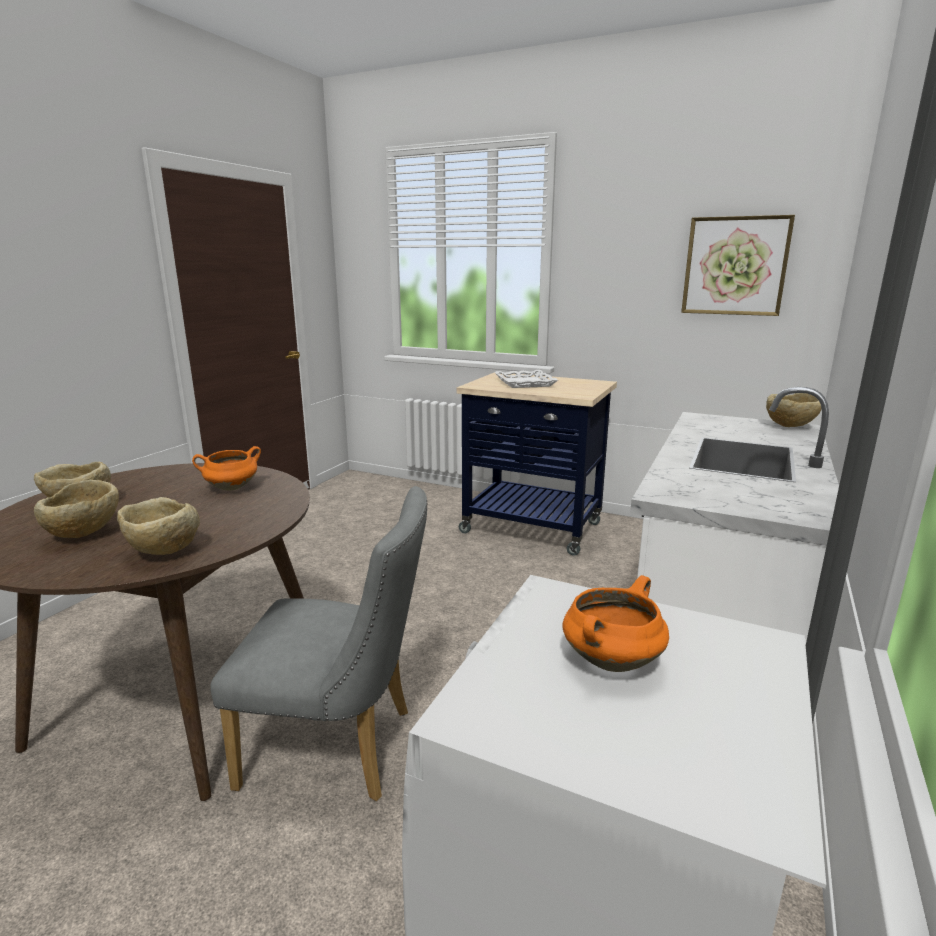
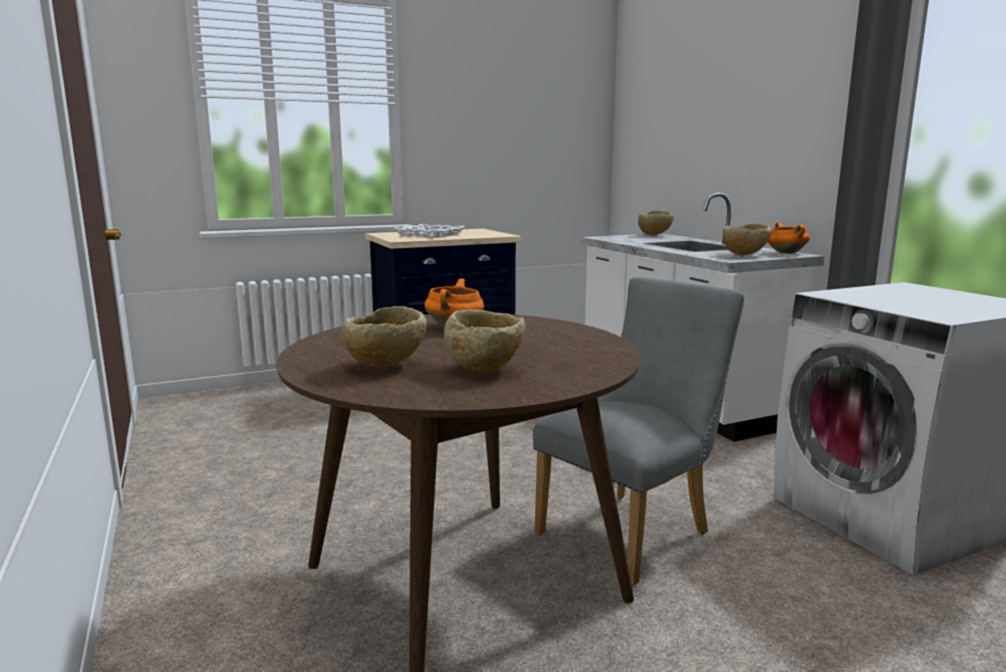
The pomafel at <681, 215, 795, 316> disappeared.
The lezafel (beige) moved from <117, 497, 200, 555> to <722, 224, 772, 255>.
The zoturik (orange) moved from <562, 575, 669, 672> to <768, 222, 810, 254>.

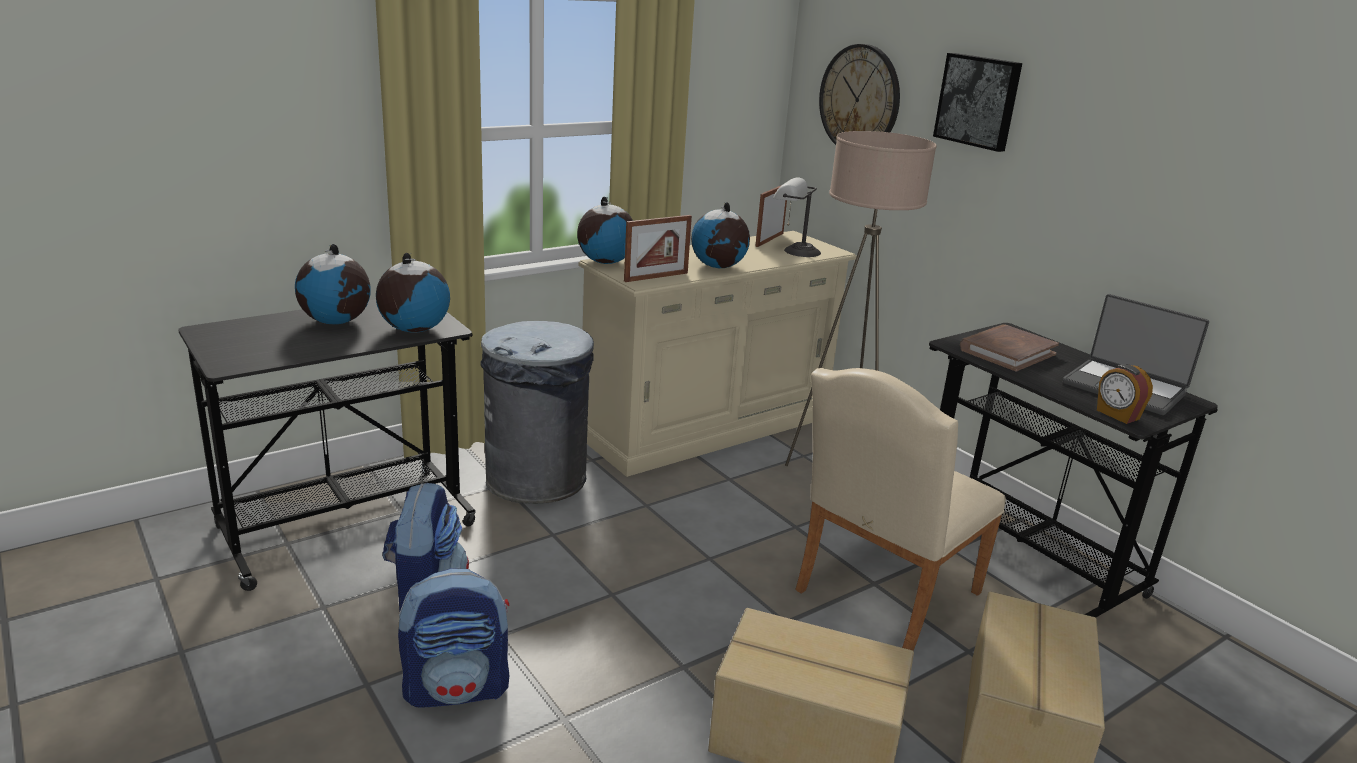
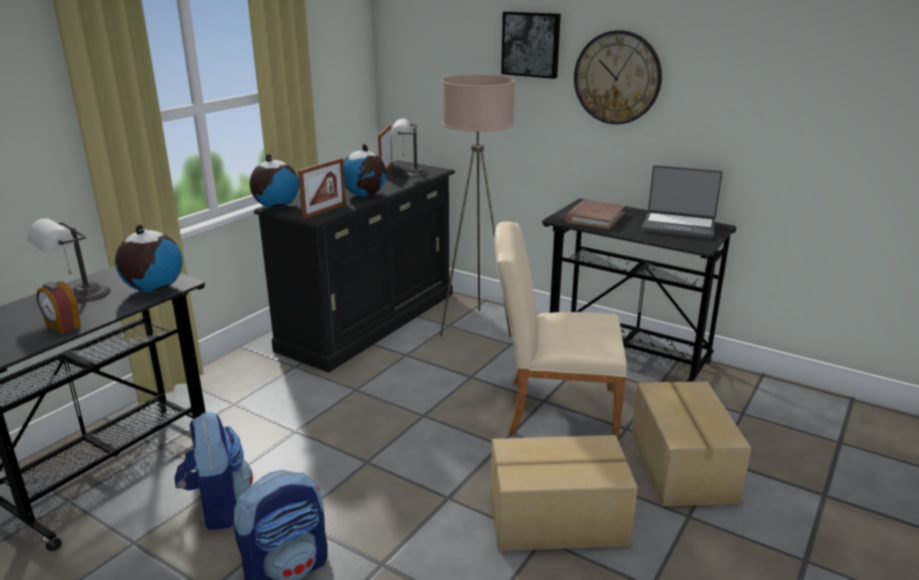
The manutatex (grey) at <480, 321, 594, 504> disappeared.
The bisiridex moved from <819, 44, 900, 145> to <574, 30, 662, 124>.
The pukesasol moved from <1097, 364, 1153, 424> to <36, 281, 81, 333>.
The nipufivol at <295, 244, 371, 325> was replaced by the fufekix at <27, 218, 111, 303>.
The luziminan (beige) at <578, 231, 857, 477> became the luziminan (black) at <254, 160, 455, 373>.
The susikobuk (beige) at <795, 368, 1006, 651> turned 75 degrees clockwise.

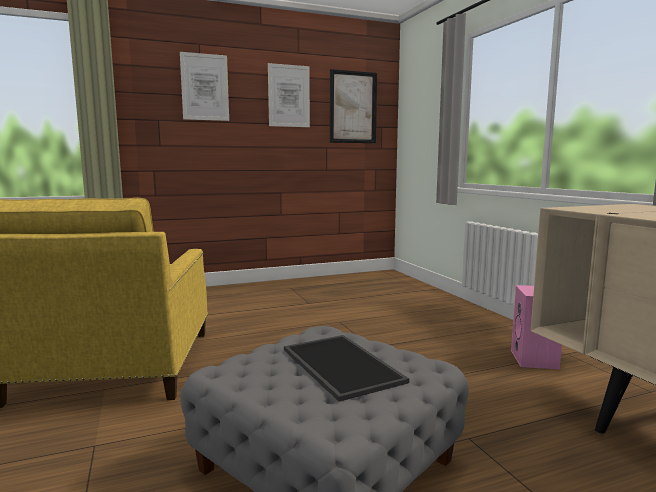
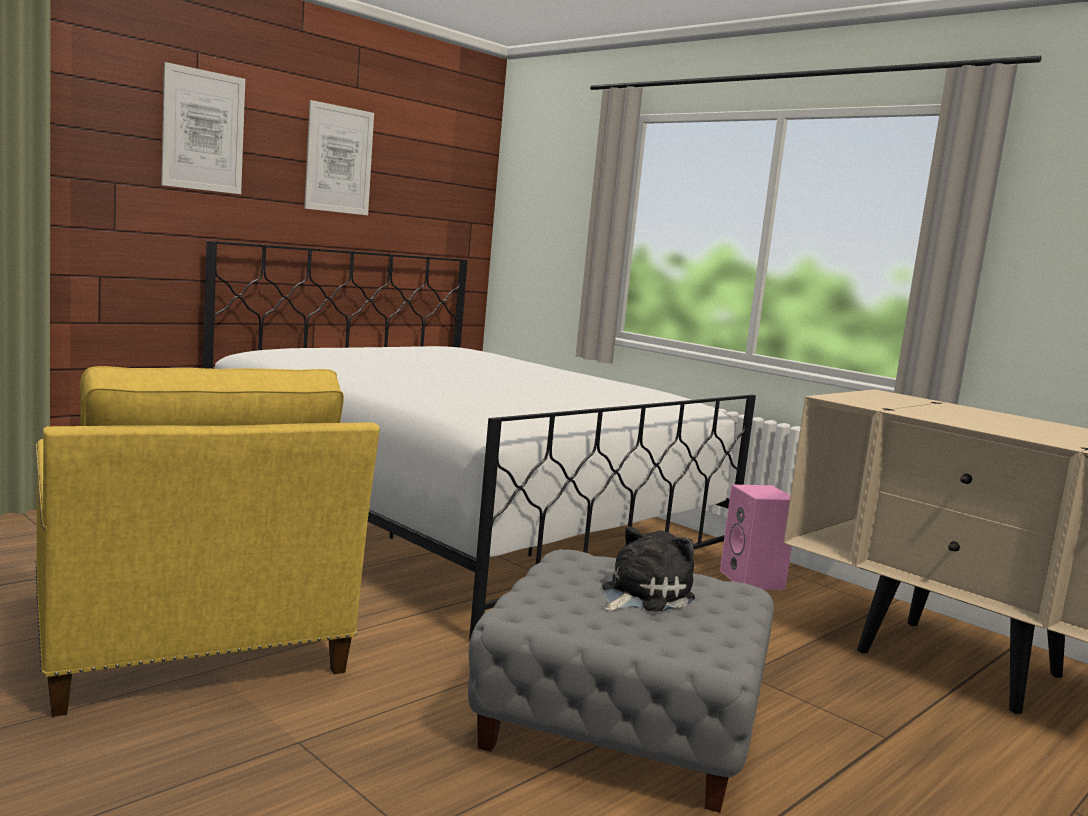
The pomafel at <330, 69, 377, 143> disappeared.
The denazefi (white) at <203, 241, 756, 642> appeared.
The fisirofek at <284, 335, 409, 402> was replaced by the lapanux at <602, 526, 695, 612>.

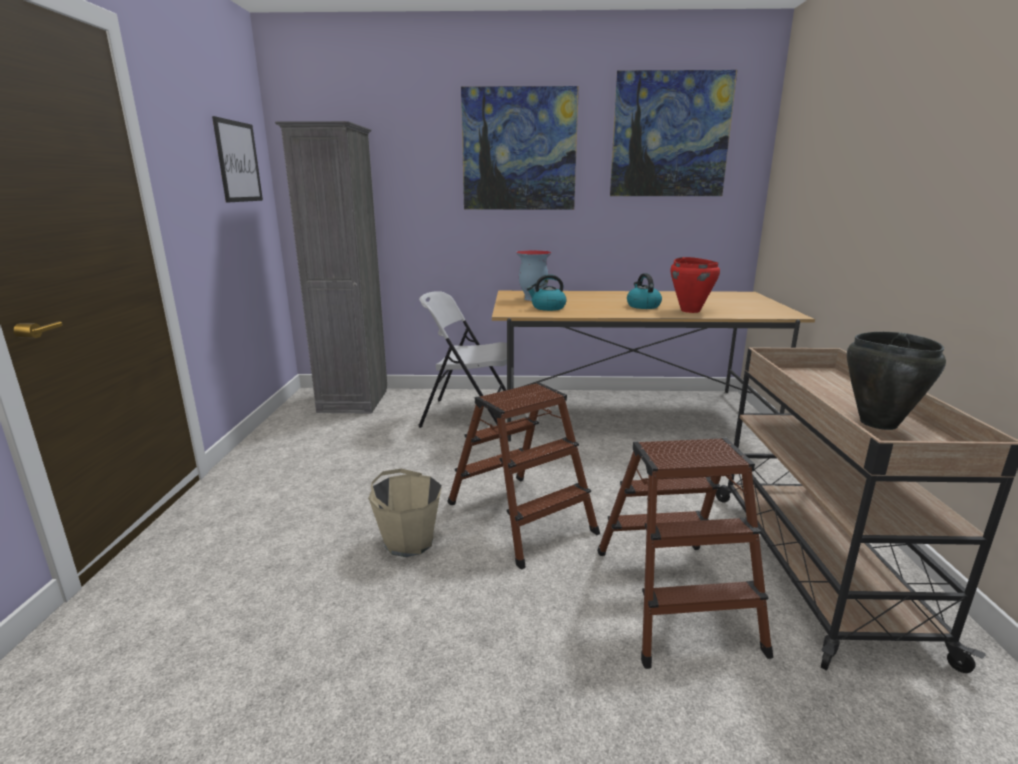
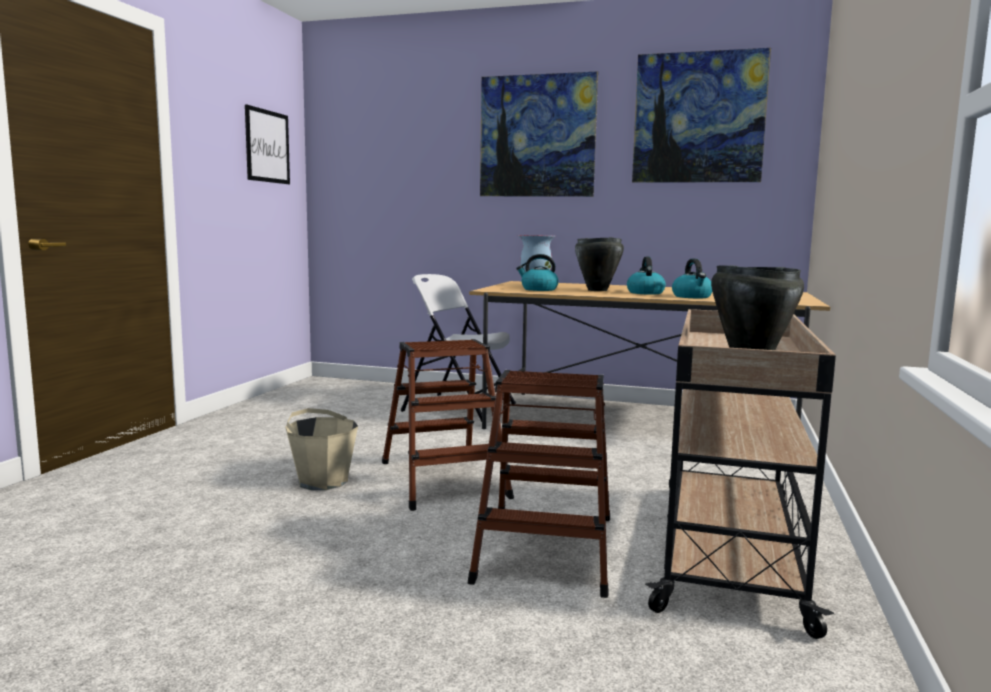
The luziminan (grey) at <275, 121, 387, 414> disappeared.
The zoturik (black) at <575, 237, 624, 291> appeared.
The zoturik (red) at <670, 257, 720, 313> was replaced by the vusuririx at <672, 259, 712, 298>.

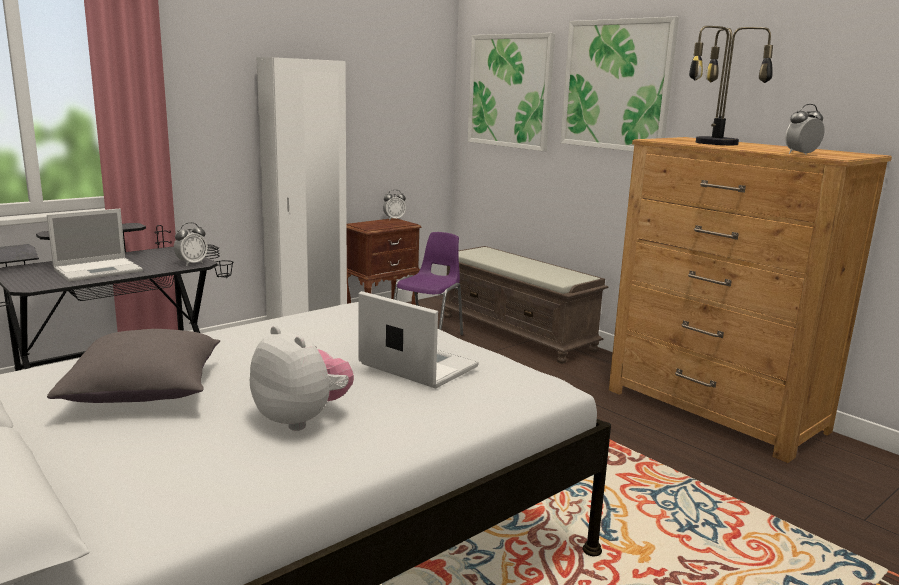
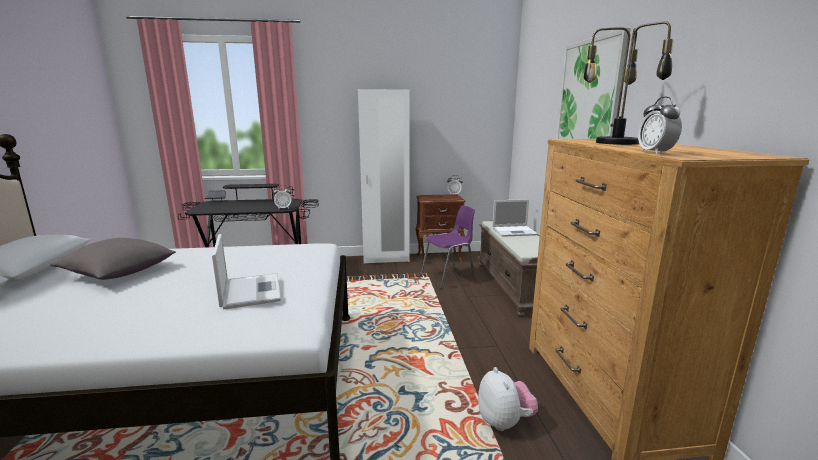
The pomafel at <468, 33, 555, 151> disappeared.
The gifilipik moved from <47, 209, 143, 282> to <492, 199, 538, 237>.
The lapanux moved from <250, 326, 354, 431> to <478, 367, 538, 431>.
The pukesasol at <785, 104, 825, 155> turned 105 degrees counterclockwise.

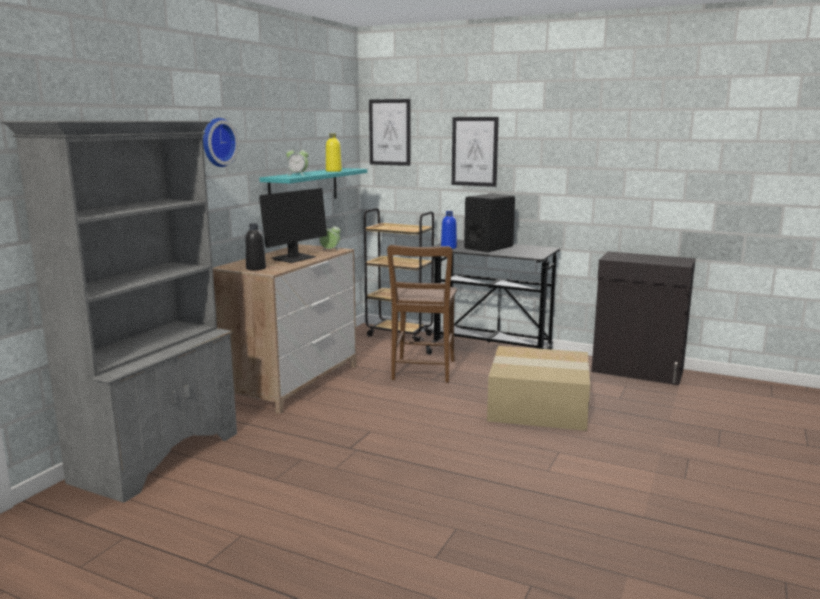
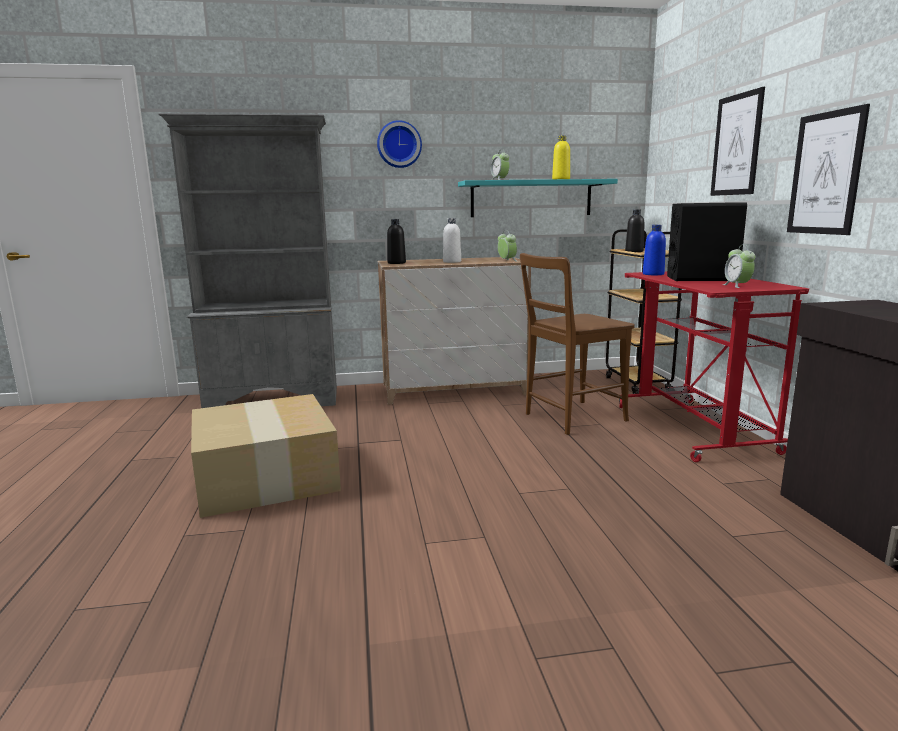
The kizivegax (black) at <625, 209, 644, 252> appeared.
The pukesasol at <723, 245, 755, 288> appeared.
The pomafel moved from <369, 99, 410, 166> to <787, 104, 870, 235>.
The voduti moved from <487, 346, 590, 431> to <191, 394, 341, 518>.
The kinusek at <259, 188, 327, 263> was replaced by the kizivegax (white) at <443, 218, 461, 263>.
The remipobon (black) at <426, 240, 560, 355> became the remipobon (red) at <619, 271, 809, 462>.

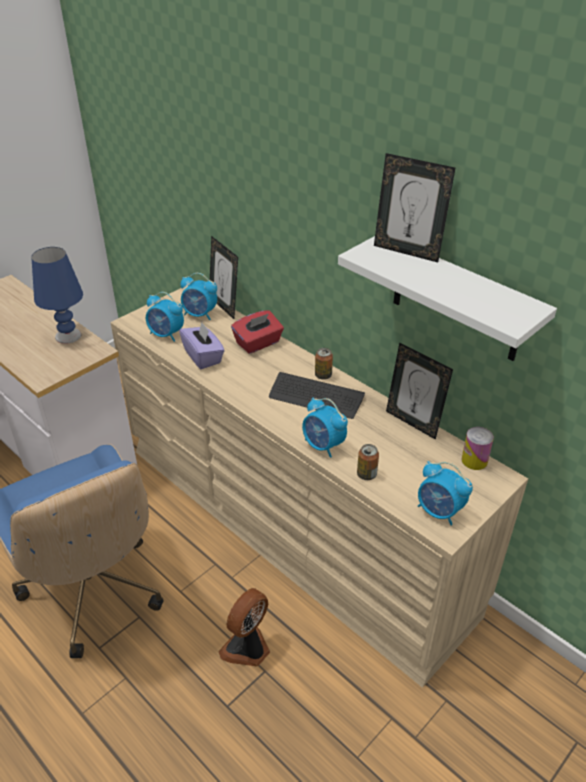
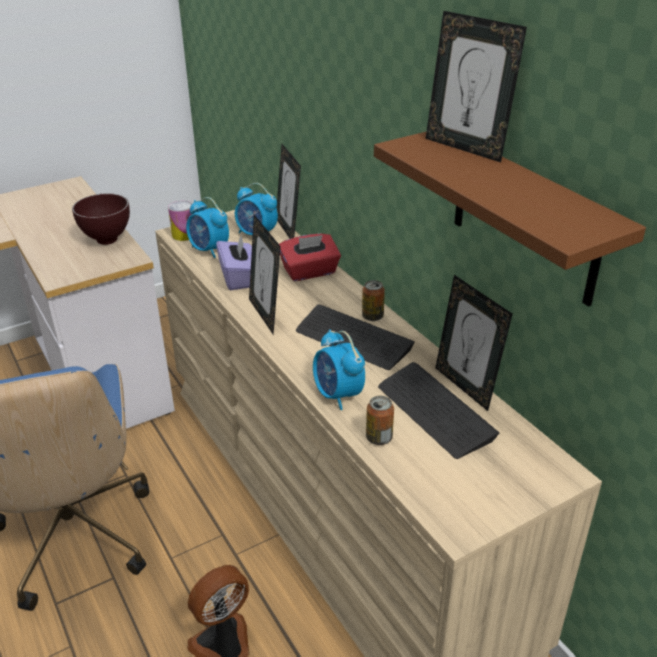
The pukesasol at <418, 461, 473, 526> disappeared.
The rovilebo at <249, 215, 280, 334> appeared.
The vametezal at <378, 362, 499, 459> appeared.
The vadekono moved from <462, 427, 494, 470> to <168, 201, 192, 241>.
The fufekix (blue) at <32, 247, 83, 344> was replaced by the lezafel (brown) at <72, 194, 130, 245>.
The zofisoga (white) at <338, 236, 557, 361> became the zofisoga (brown) at <374, 131, 646, 307>.

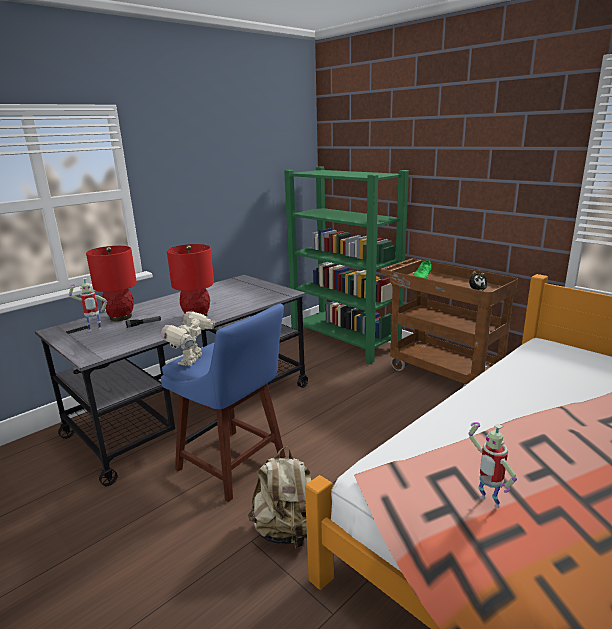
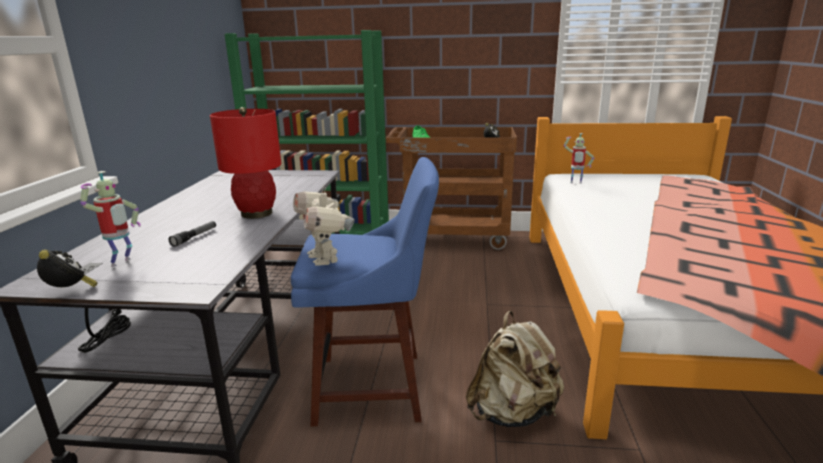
The fufekix (red) at <86, 246, 137, 321> disappeared.
The pukesasol at <37, 249, 97, 287> appeared.
The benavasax moved from <468, 422, 517, 508> to <563, 133, 594, 184>.

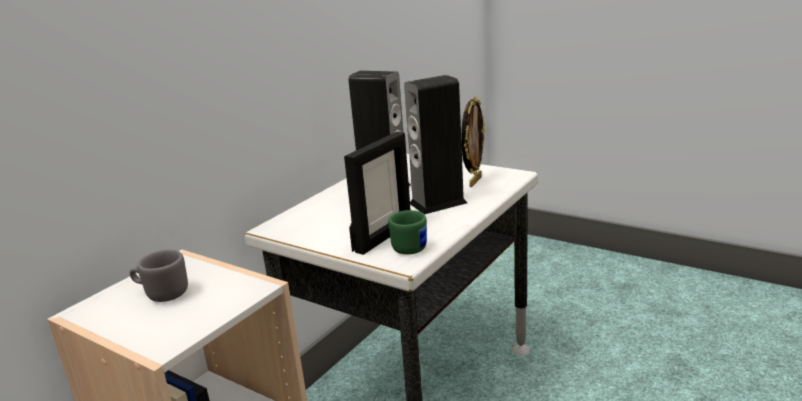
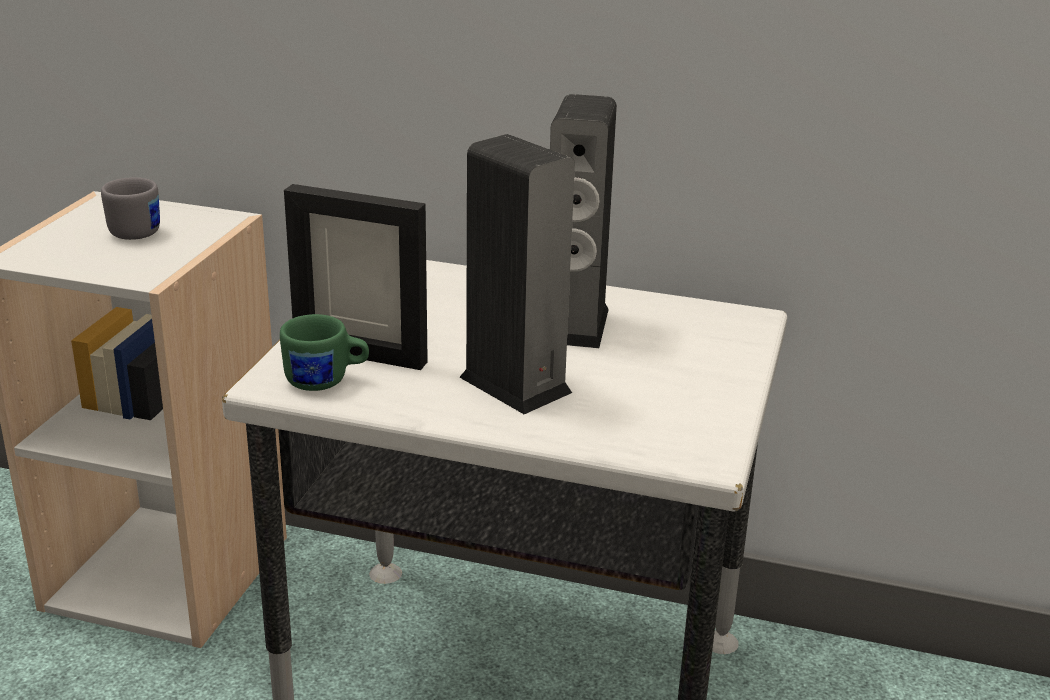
The rovilebo at <461, 96, 485, 187> disappeared.

